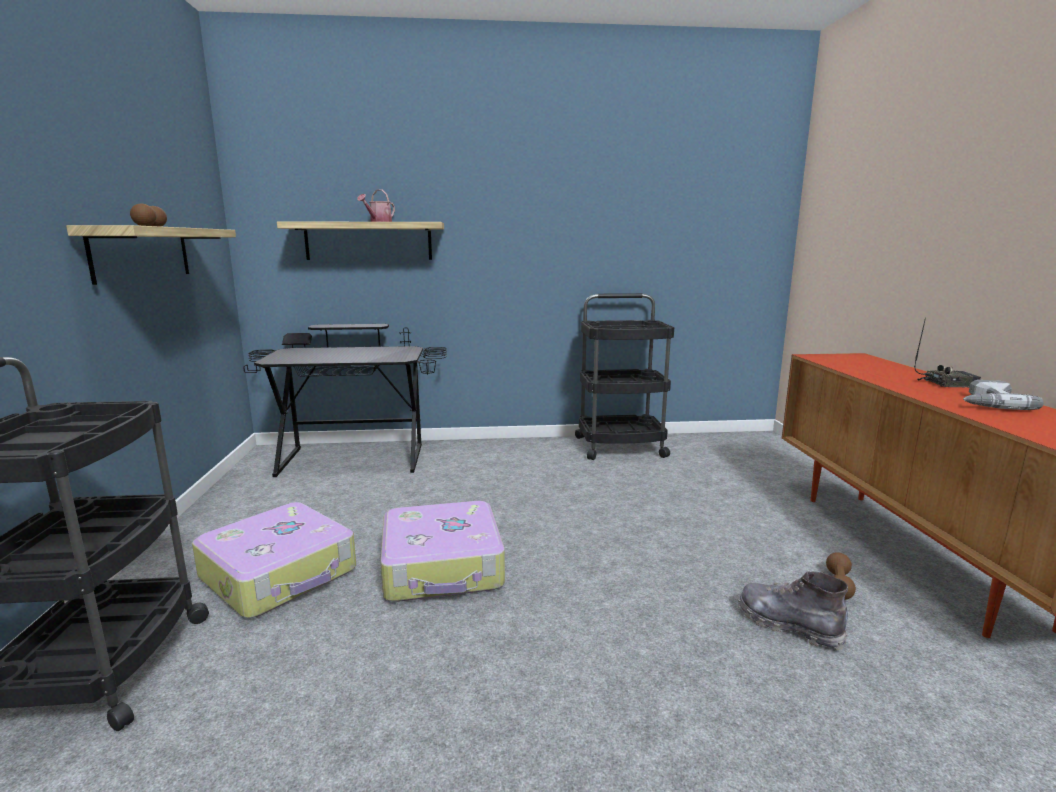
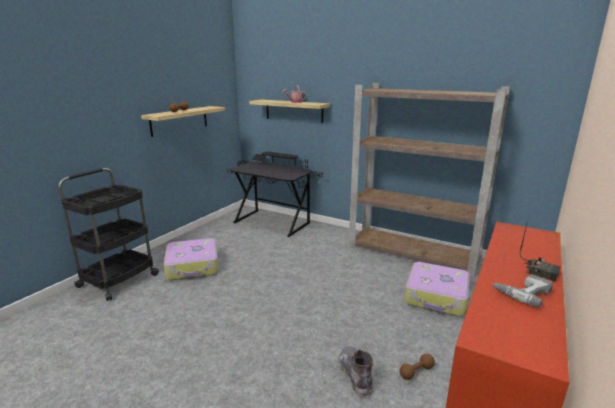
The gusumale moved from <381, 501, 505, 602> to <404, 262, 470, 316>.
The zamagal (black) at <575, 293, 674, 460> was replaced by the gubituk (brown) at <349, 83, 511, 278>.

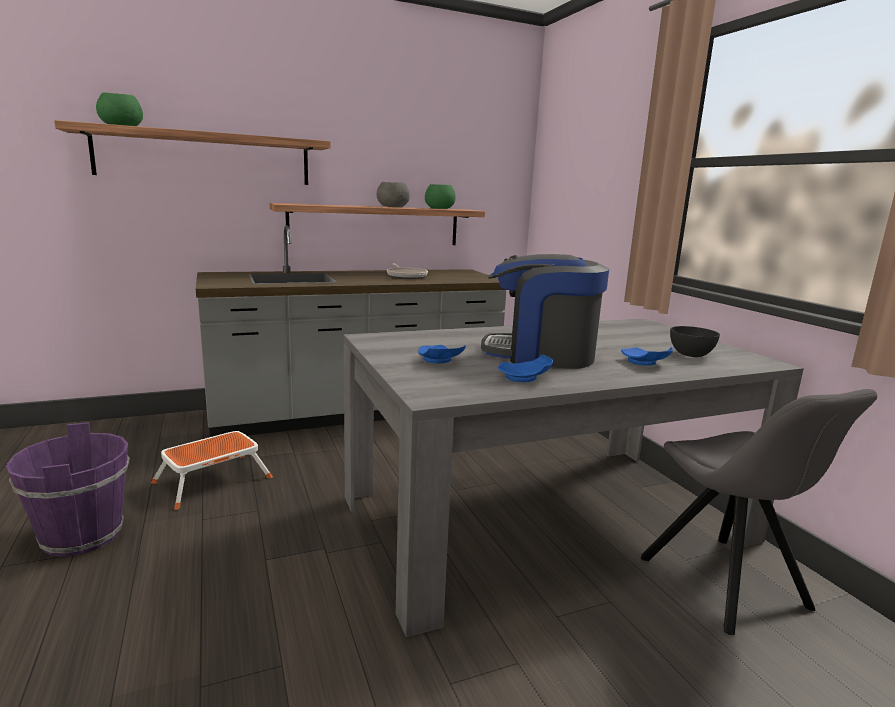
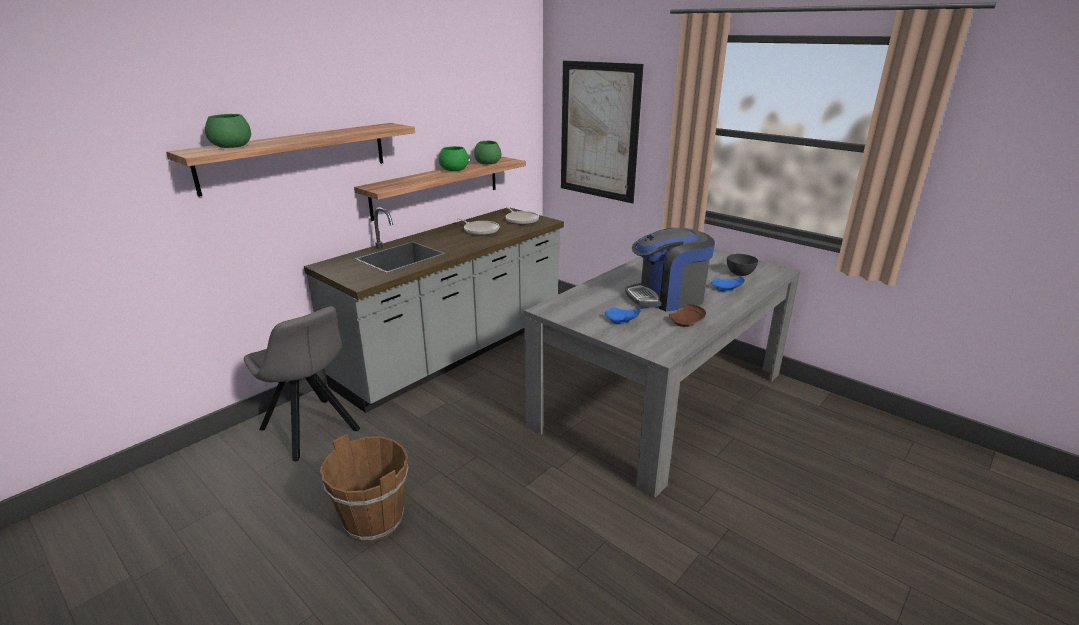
The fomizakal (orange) at <151, 431, 273, 510> disappeared.
The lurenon at <505, 207, 539, 225> appeared.
The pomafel at <561, 61, 644, 203> appeared.
The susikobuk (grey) moved from <641, 389, 877, 635> to <244, 306, 360, 461>.
The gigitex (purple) at <6, 422, 130, 557> became the gigitex (brown) at <320, 434, 408, 542>.
The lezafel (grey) at <377, 182, 410, 207> became the lezafel (green) at <439, 146, 469, 171>.
The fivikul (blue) at <498, 354, 553, 382> became the fivikul (brown) at <669, 304, 706, 327>.

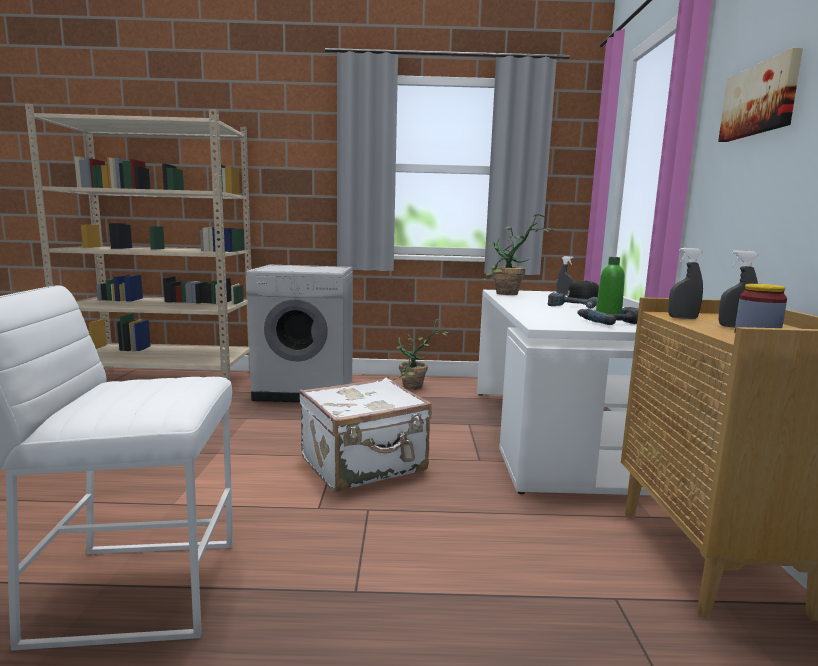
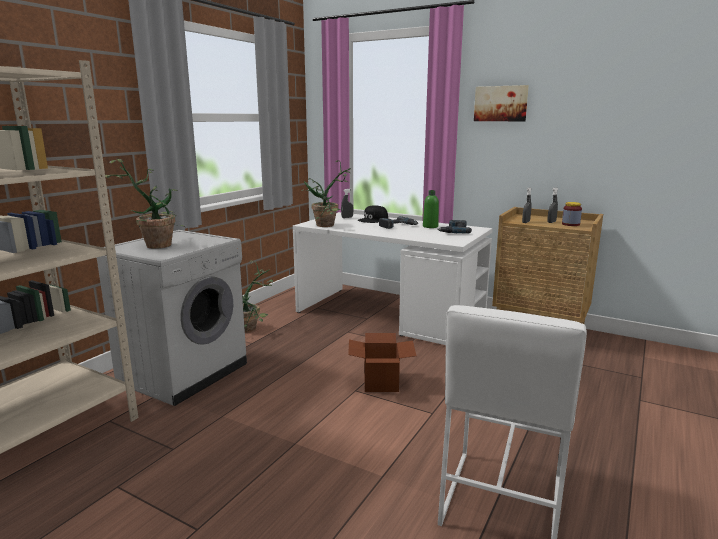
The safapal at <101, 159, 185, 249> appeared.
The gusumale (white) at <299, 378, 432, 492> was replaced by the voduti at <348, 333, 416, 392>.

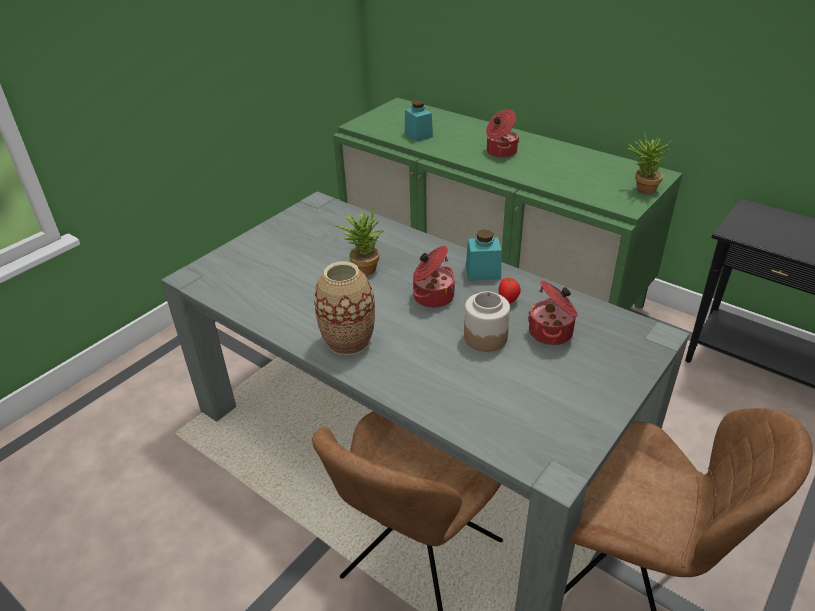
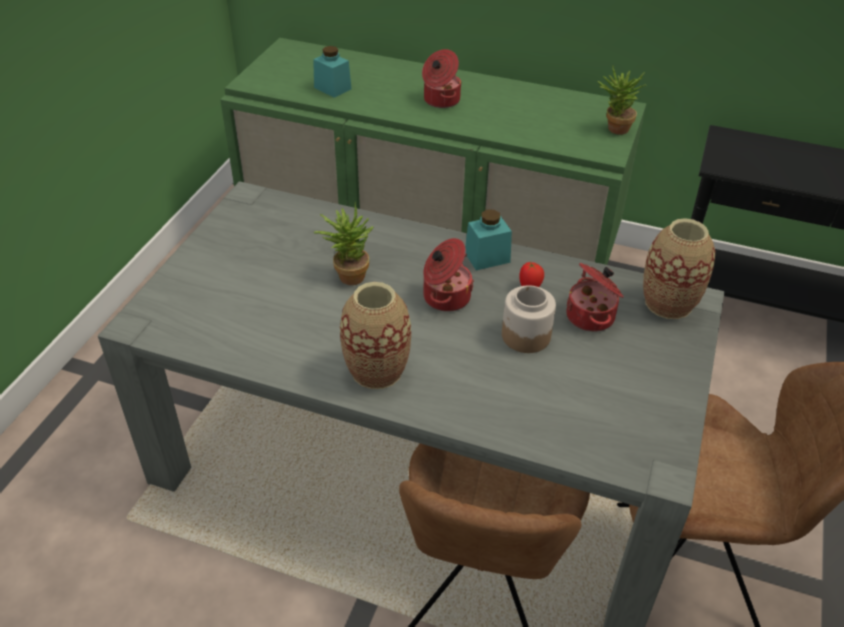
The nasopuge at <643, 218, 715, 319> appeared.

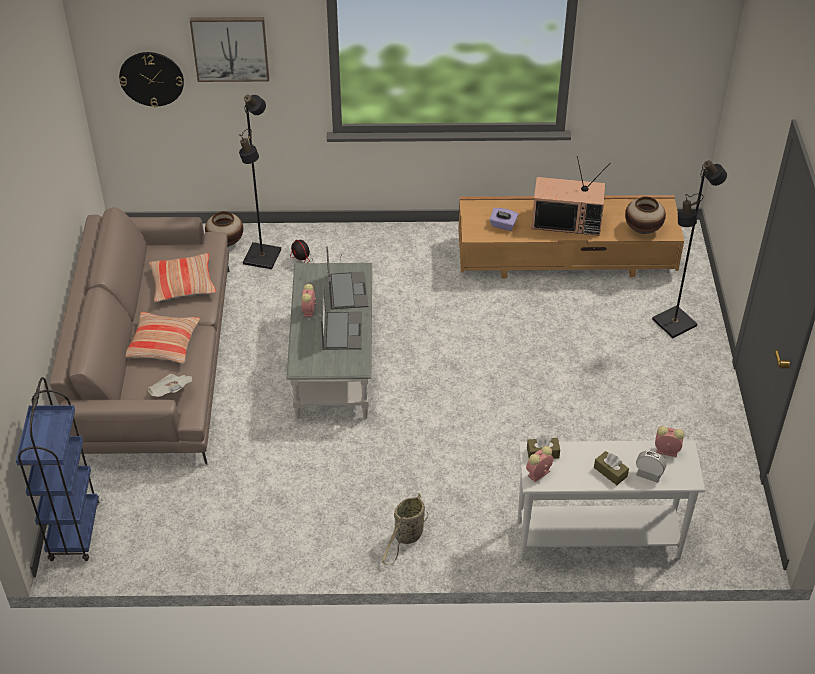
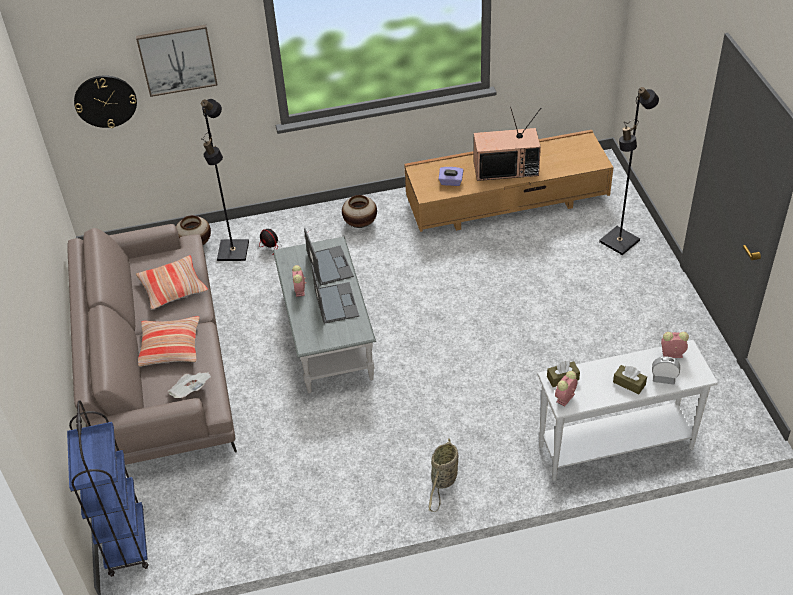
The nasopuge moved from <625, 197, 666, 234> to <342, 195, 377, 228>.

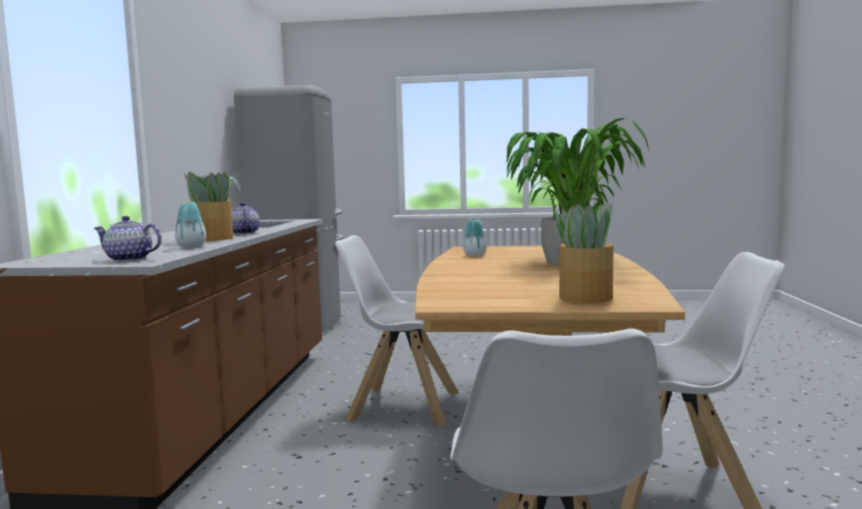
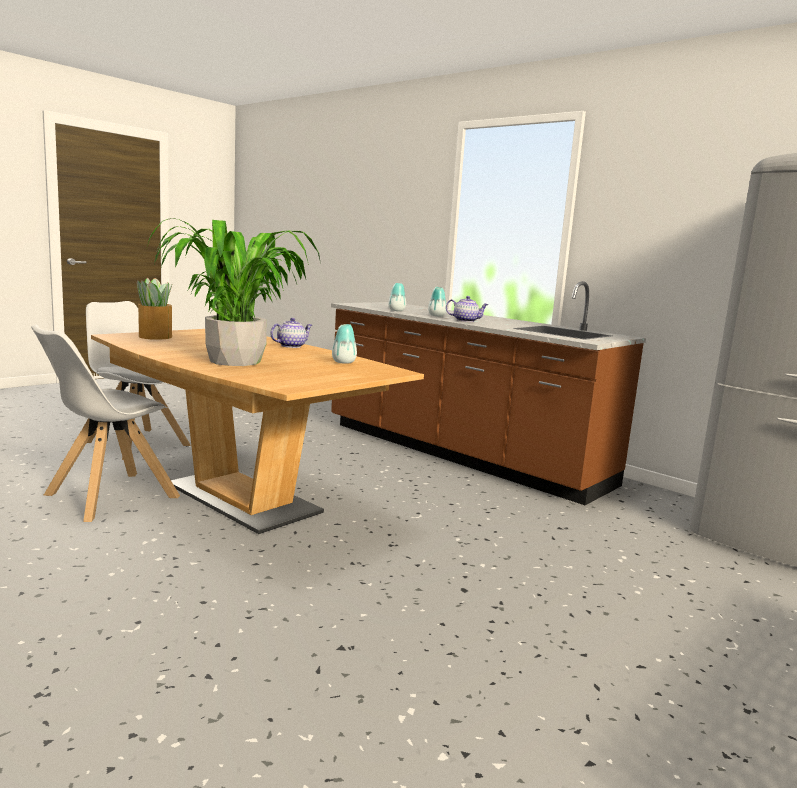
The susikobuk at <335, 235, 459, 426> disappeared.
The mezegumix moved from <94, 216, 162, 262> to <270, 318, 312, 348>.
The safapal at <184, 172, 237, 241> was replaced by the nasopuge at <428, 287, 446, 316>.

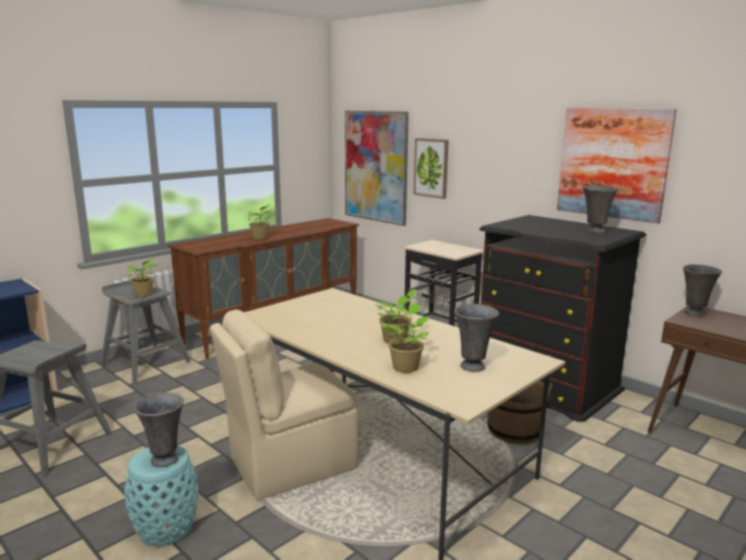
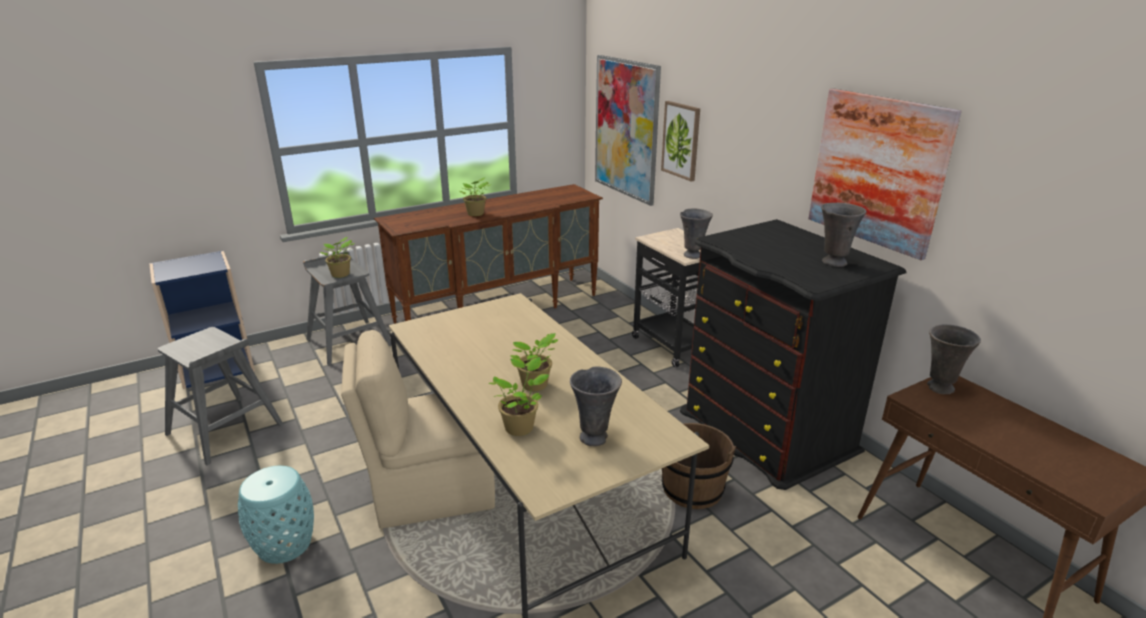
The nasopuge (grey) moved from <134, 392, 184, 467> to <680, 208, 713, 259>.

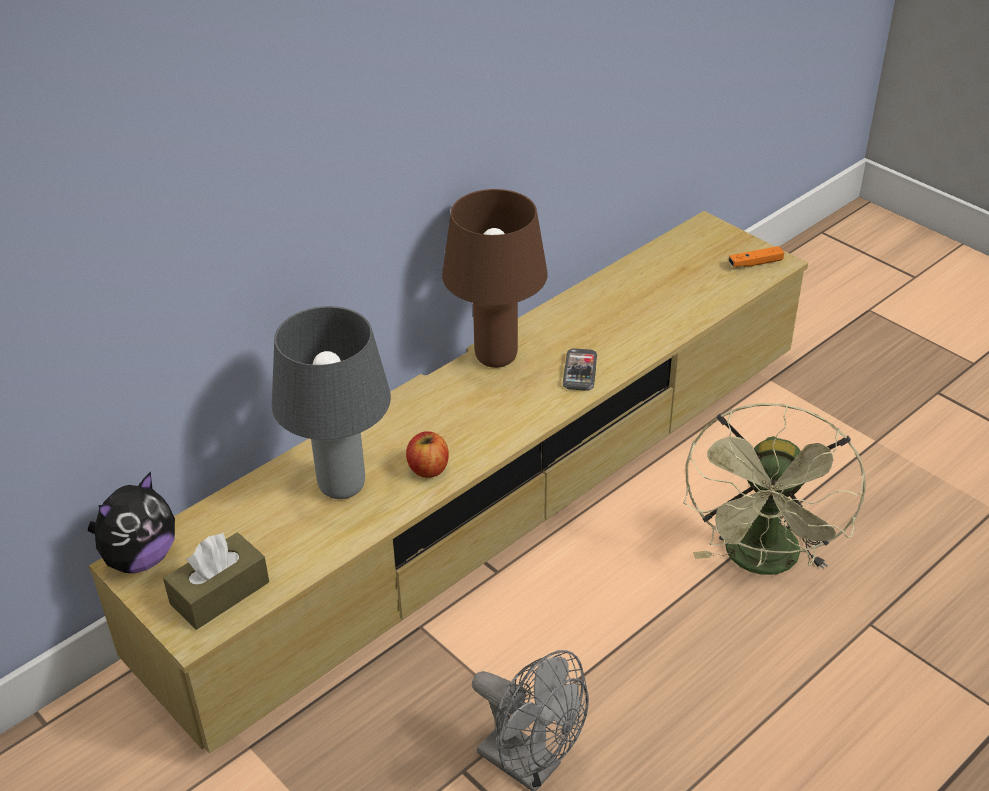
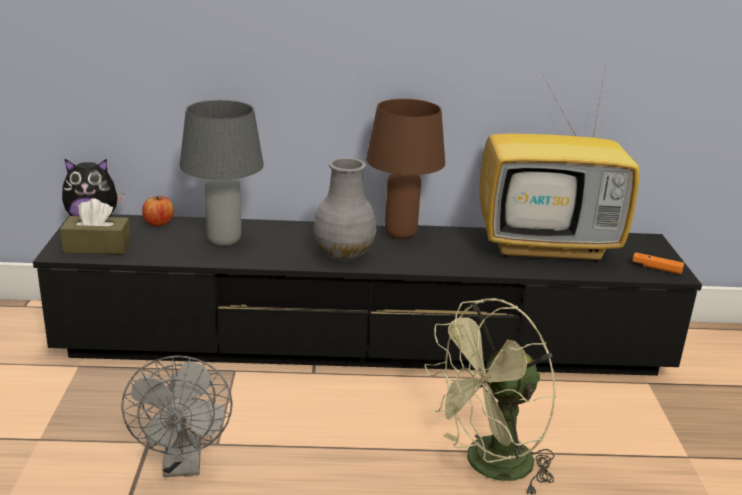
The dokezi at <563, 348, 597, 391> disappeared.
The nasopuge (grey) at <314, 158, 376, 262> appeared.
The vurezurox at <479, 66, 639, 262> appeared.
The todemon moved from <406, 431, 449, 478> to <142, 196, 174, 226>.
The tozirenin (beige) at <89, 211, 808, 754> became the tozirenin (black) at <33, 214, 702, 376>.

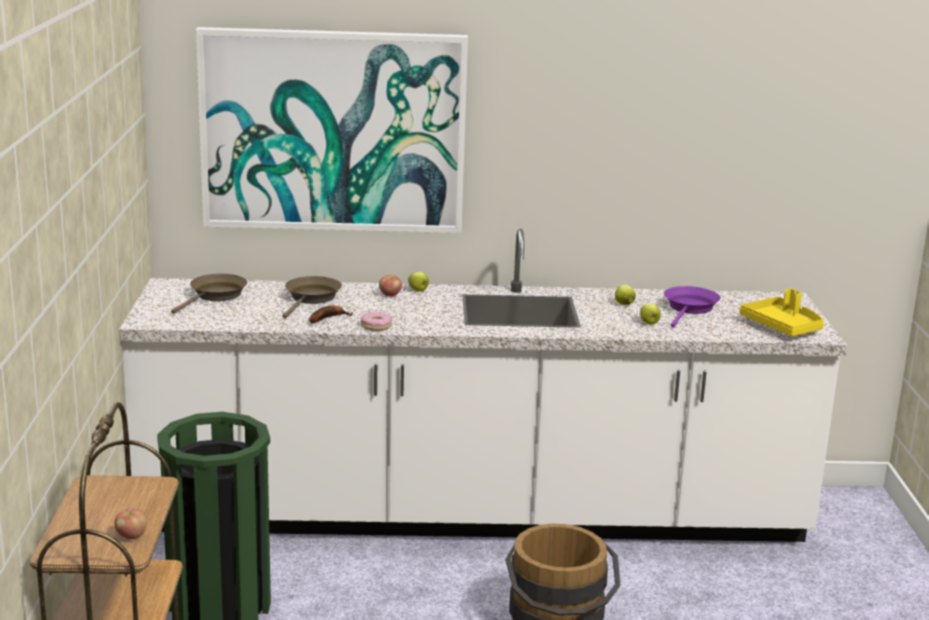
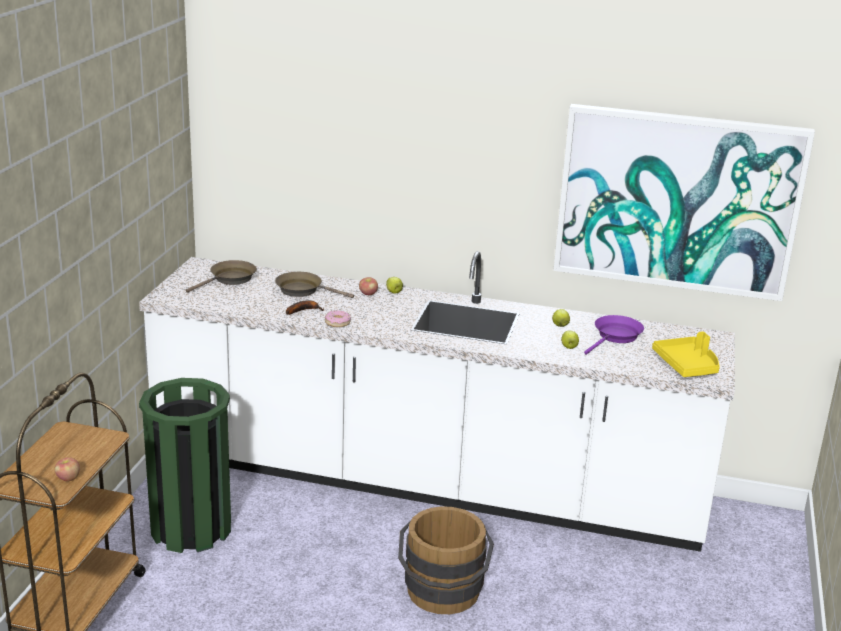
The pomafel moved from <196, 27, 468, 233> to <553, 104, 815, 301>.
The lurenon (brown) at <282, 276, 342, 319> turned 105 degrees counterclockwise.

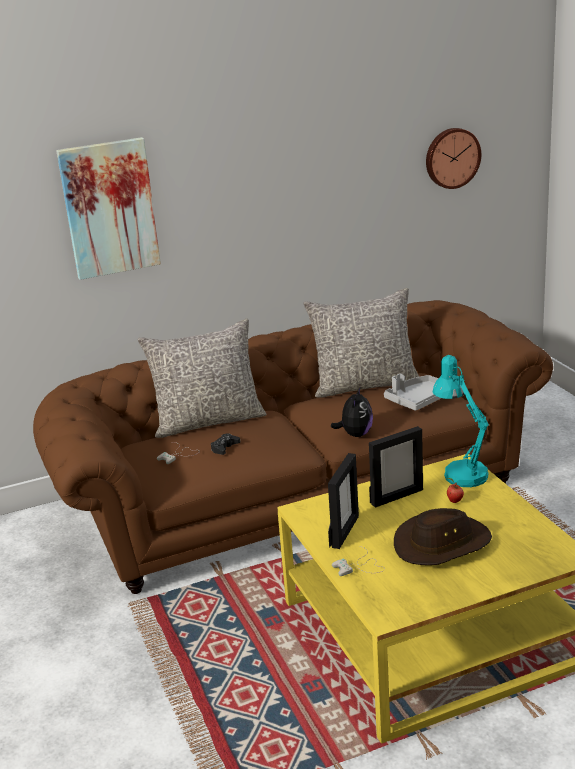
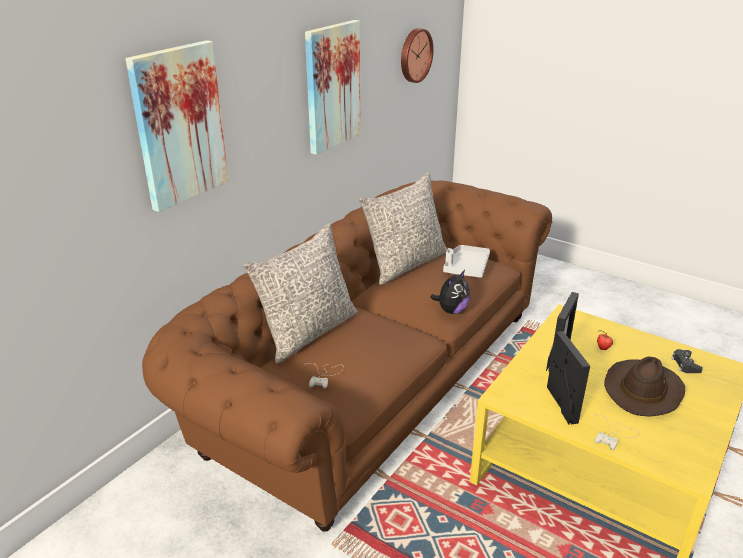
The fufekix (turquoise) at <433, 355, 489, 487> disappeared.
The pomafel at <305, 20, 361, 155> appeared.
The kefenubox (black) moved from <211, 433, 240, 455> to <671, 349, 703, 373>.
The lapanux at <331, 387, 373, 437> turned 60 degrees clockwise.

